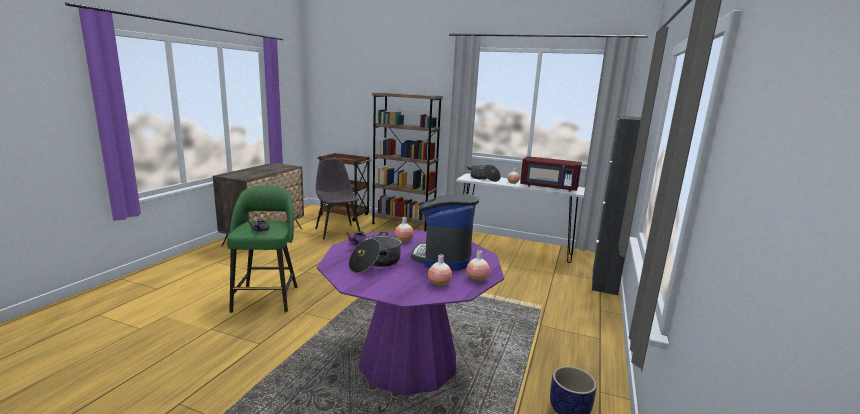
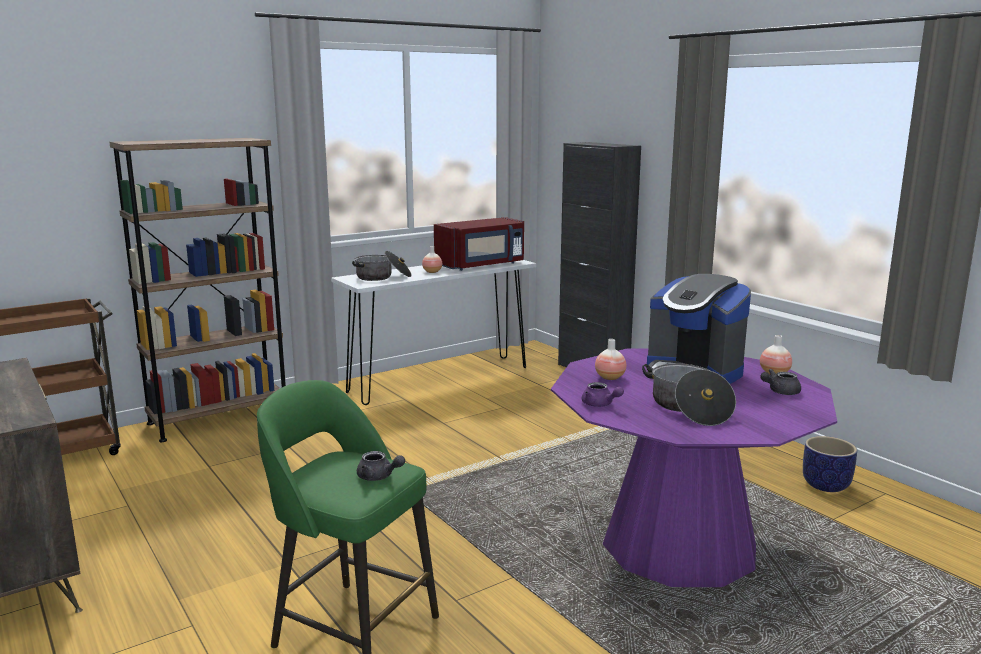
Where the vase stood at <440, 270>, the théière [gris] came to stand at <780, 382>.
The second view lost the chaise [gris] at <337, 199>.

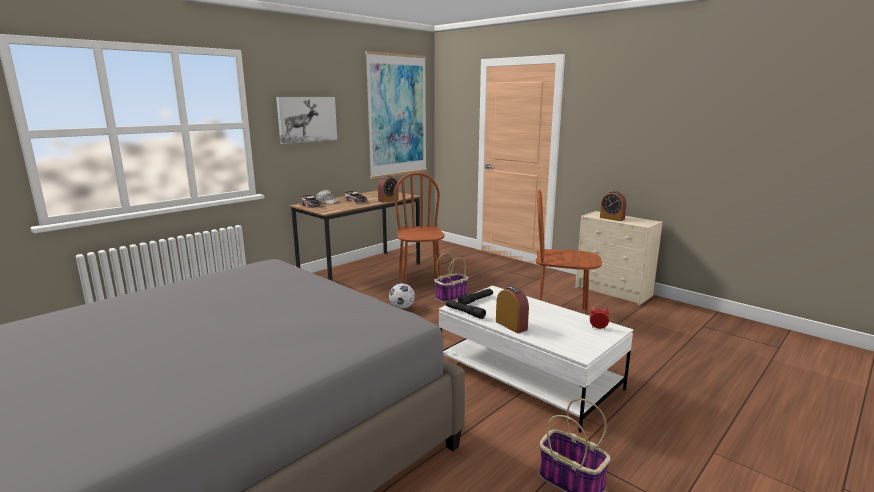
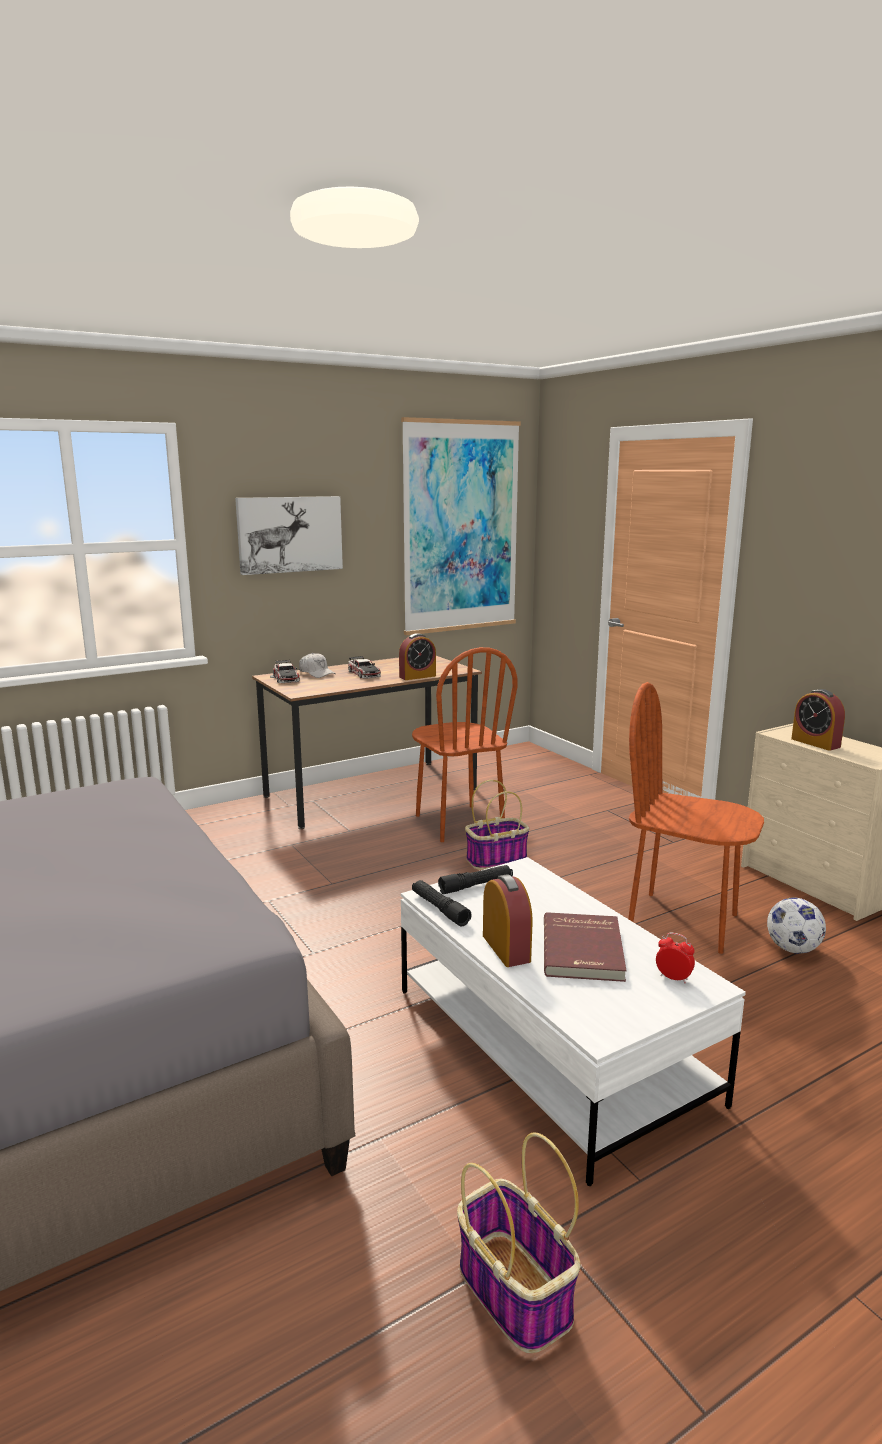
The chaise [marron] at <419, 228> ended up facing another way, 150 degrees clockwise from before.
The second view gained the livre [rouge] at <585, 947>.
The ballon de foot ended up elsewhere, having gone from <402, 296> to <796, 926>.

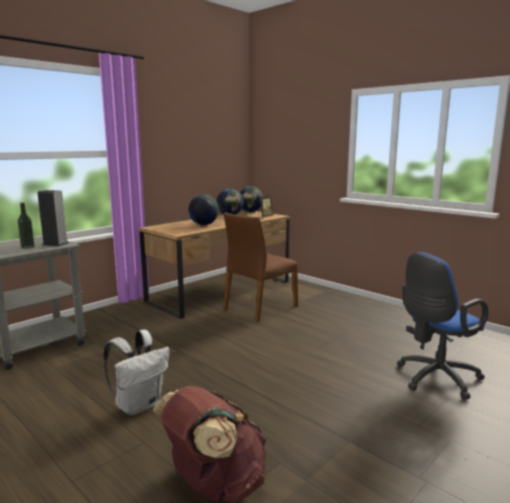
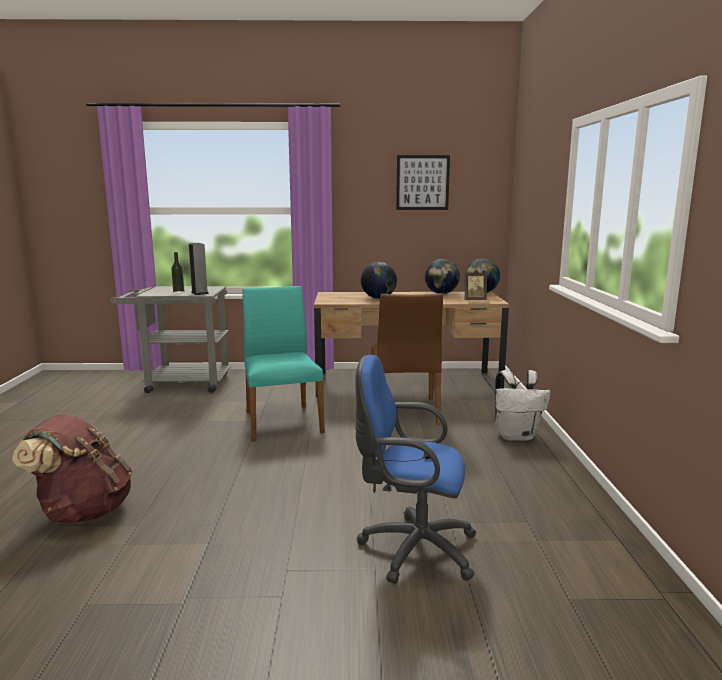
The second view gained the chaise [turquoise] at <283, 363>.
The chaise [marron] at <260, 267> ended up facing another way, 90 degrees counterclockwise from before.
The second view gained the tableau at <423, 182>.
The sac à dos [blanc] ended up elsewhere, having gone from <136, 373> to <523, 405>.

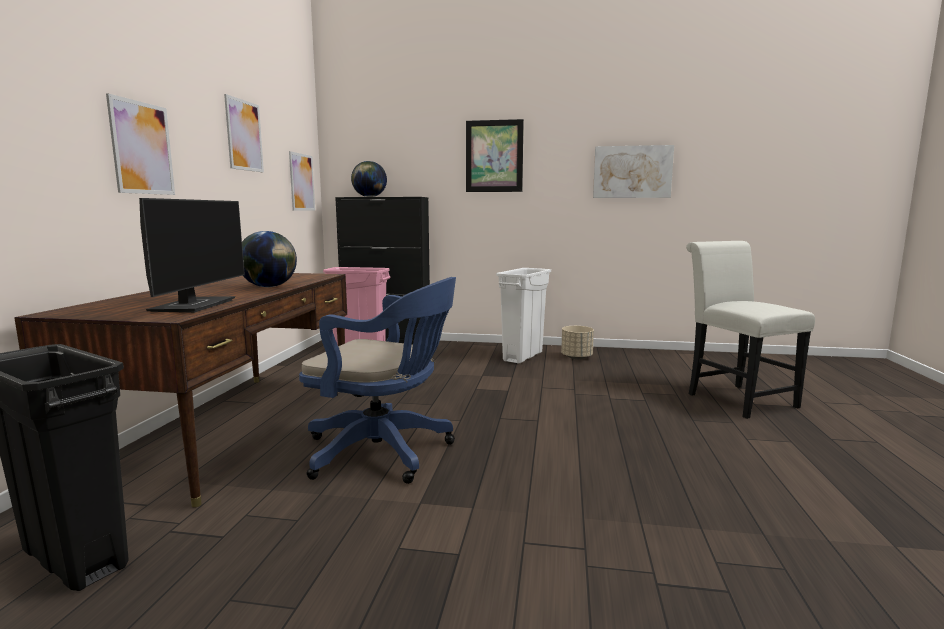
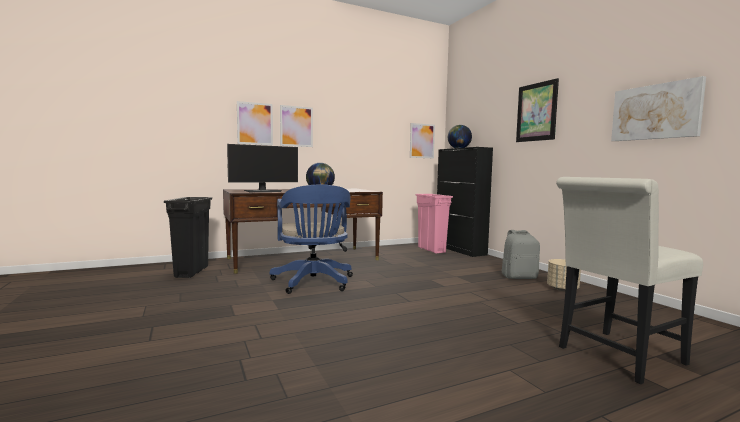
The tableau ended up elsewhere, having gone from <244, 133> to <255, 123>.
Where the poubelle [blanc] stood at <523, 316>, the sac à dos [gris] came to stand at <521, 254>.
The chaise [blanc] at <750, 330> ended up facing another way, 150 degrees counterclockwise from before.

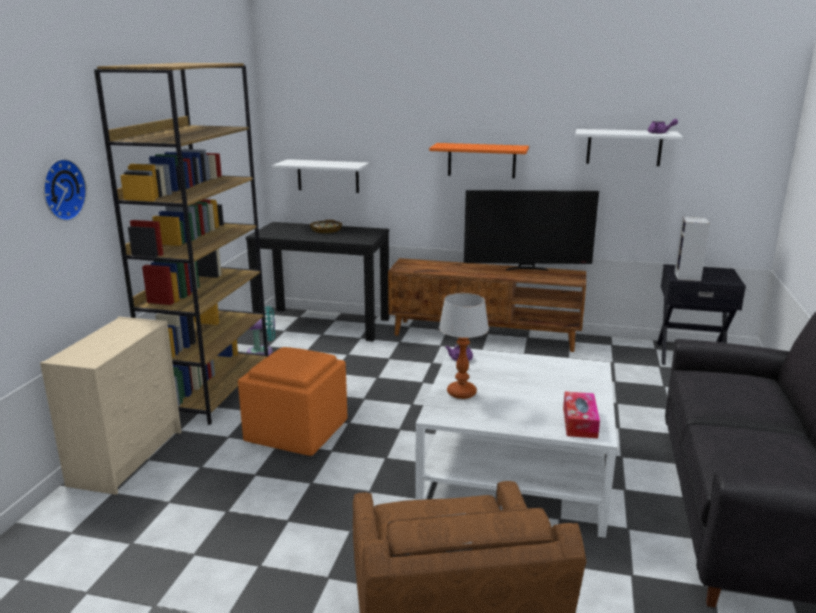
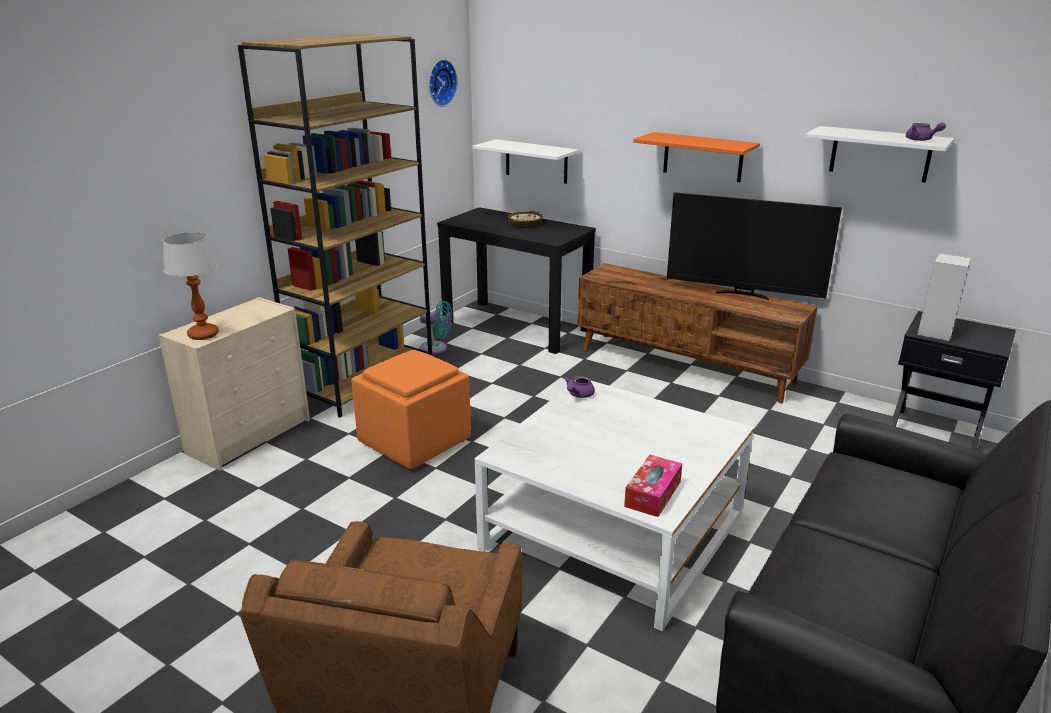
The lampe de table ended up elsewhere, having gone from <464, 346> to <191, 286>.
The horloge murale ended up elsewhere, having gone from <65, 190> to <443, 83>.

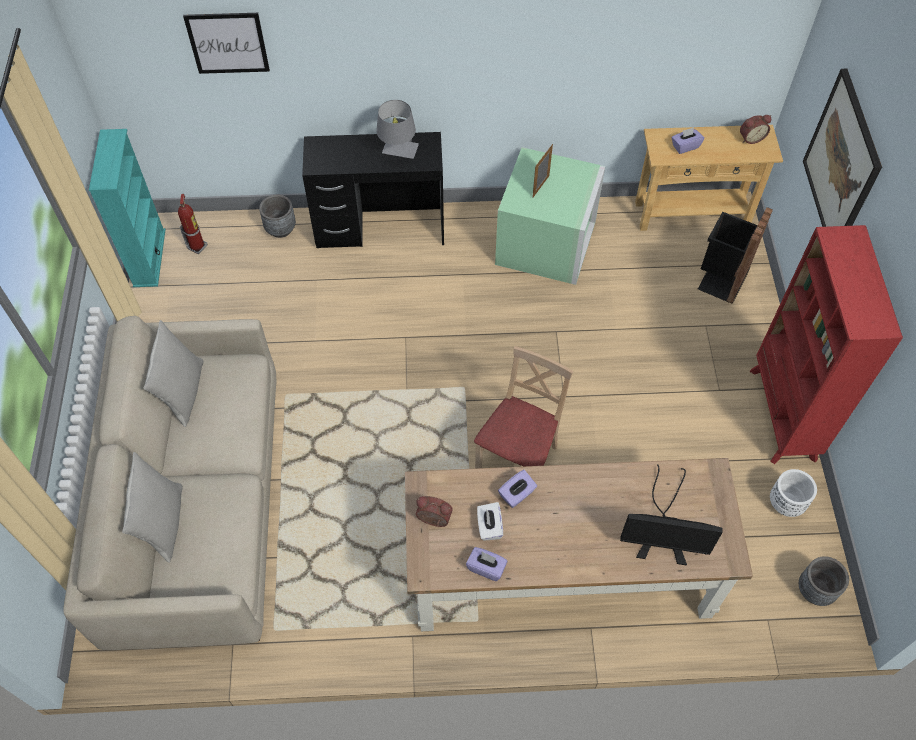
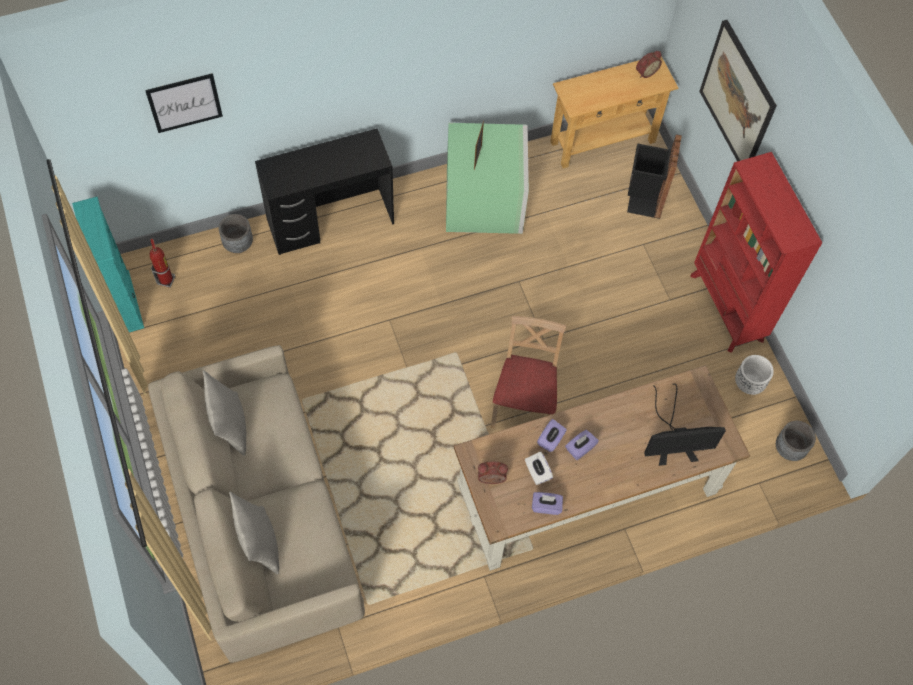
The boîte à mouchoirs [violet] ended up elsewhere, having gone from <688, 140> to <582, 445>.
The second view lost the lampe de table [gris] at <397, 129>.

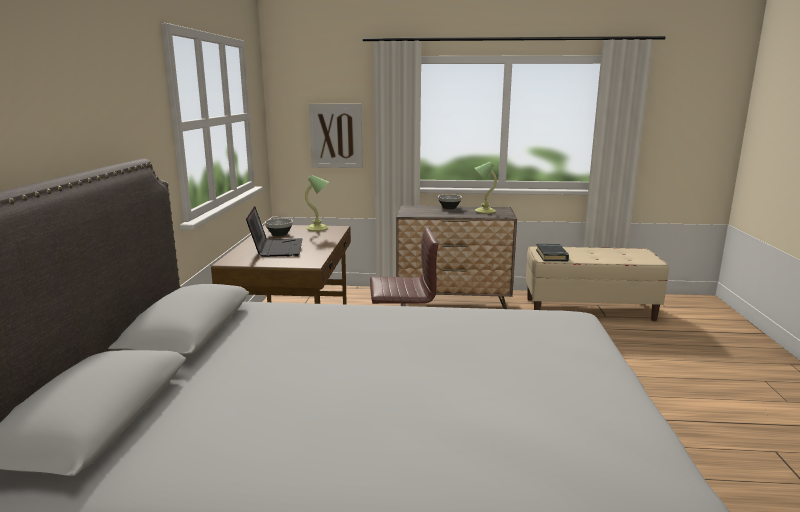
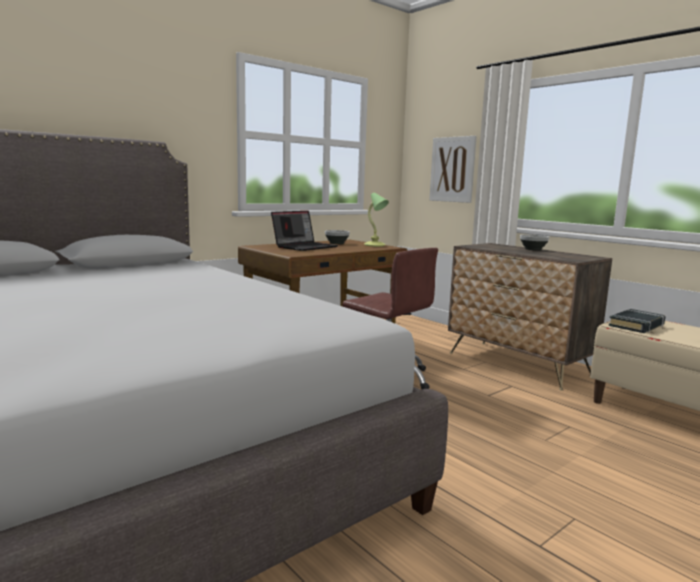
The second view lost the lampe de table at <486, 188>.

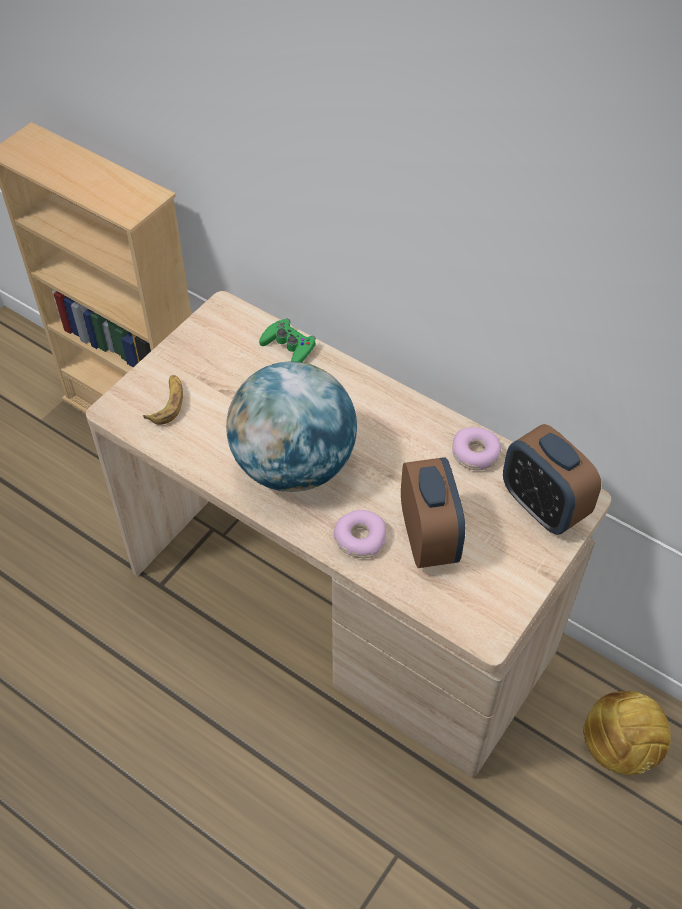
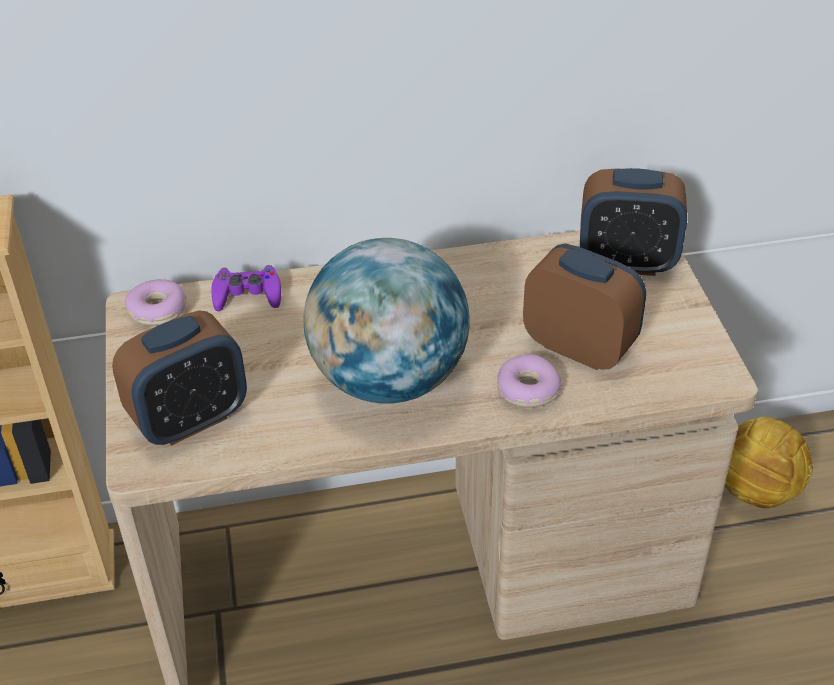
Where the banane stood at <163, 400>, the réveil came to stand at <179, 378>.
The beignet ended up elsewhere, having gone from <477, 448> to <156, 302>.
What was the manette [vert] at <287, 340> turned into the manette [violet] at <246, 288>.

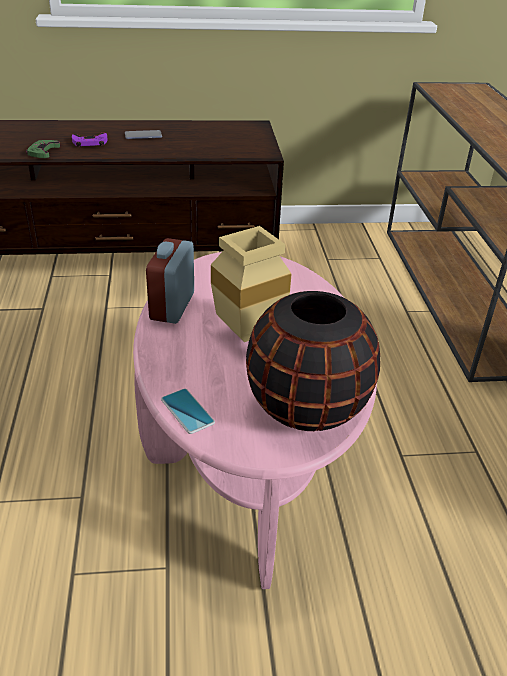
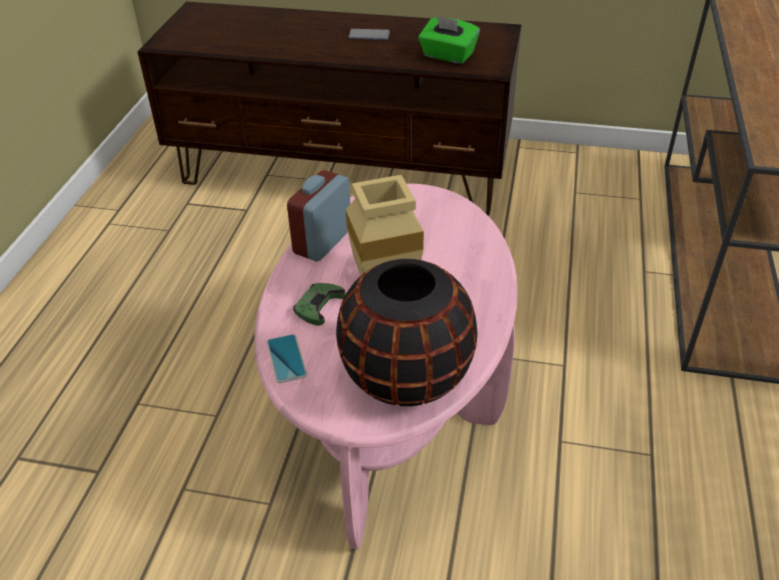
The manette [vert] ended up elsewhere, having gone from <43, 149> to <319, 304>.
The second view gained the boîte à mouchoirs [vert] at <449, 39>.
The second view lost the manette [violet] at <90, 140>.

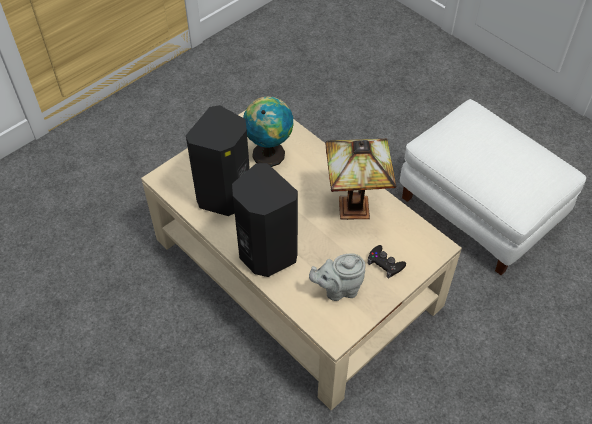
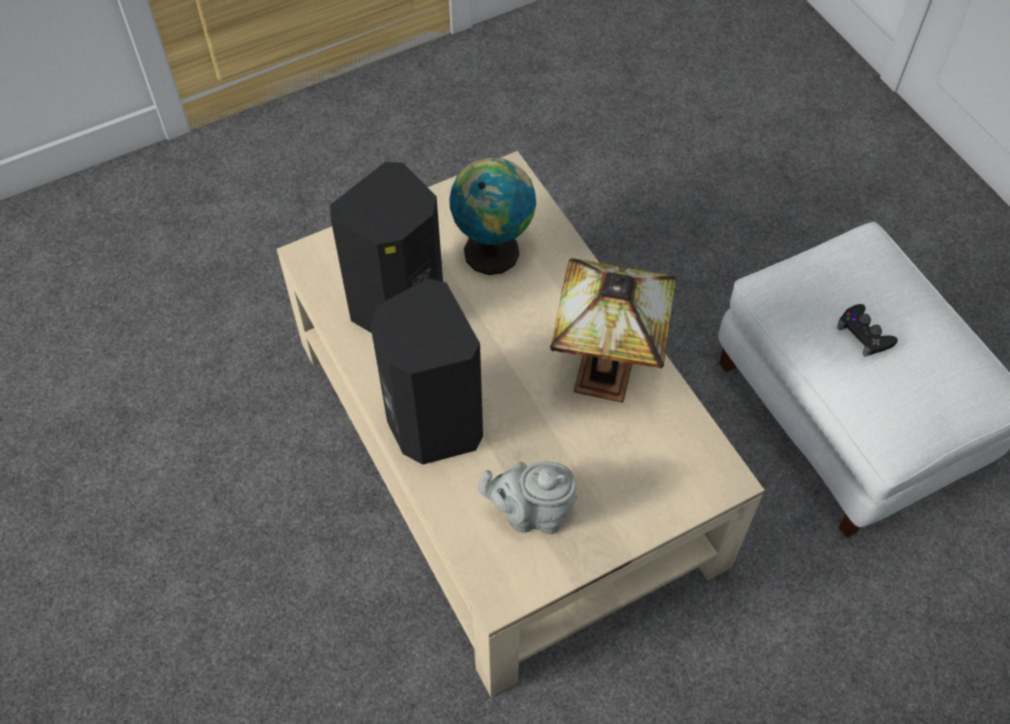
The manette [noir] ended up elsewhere, having gone from <387, 261> to <867, 330>.

